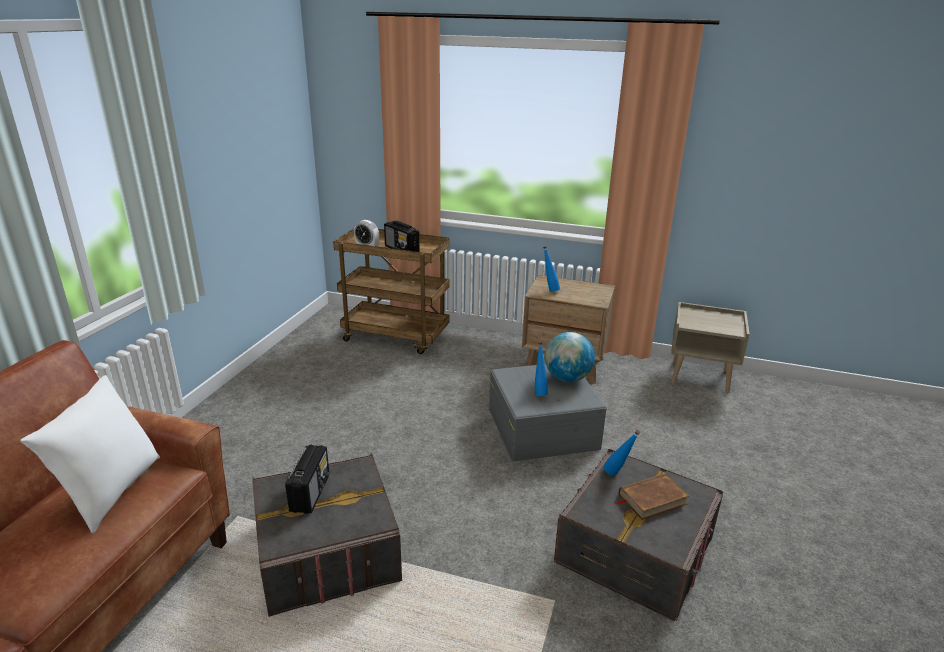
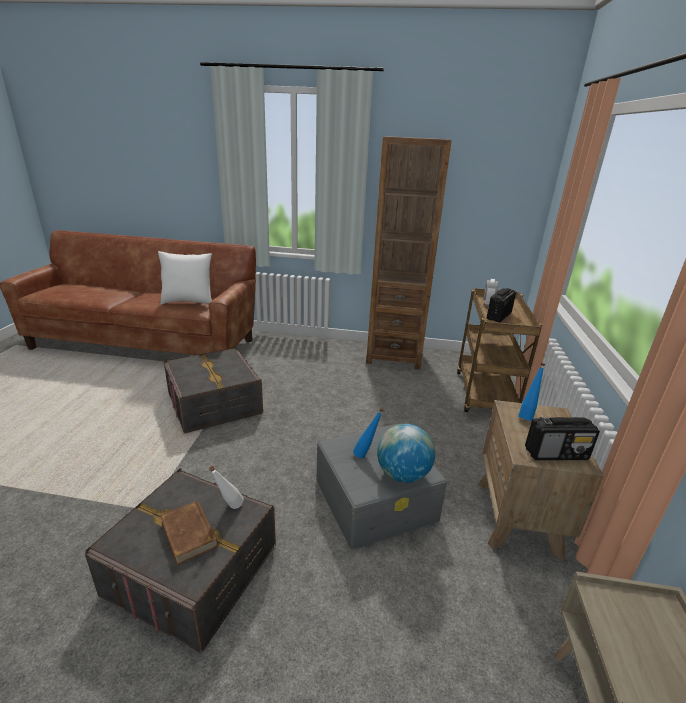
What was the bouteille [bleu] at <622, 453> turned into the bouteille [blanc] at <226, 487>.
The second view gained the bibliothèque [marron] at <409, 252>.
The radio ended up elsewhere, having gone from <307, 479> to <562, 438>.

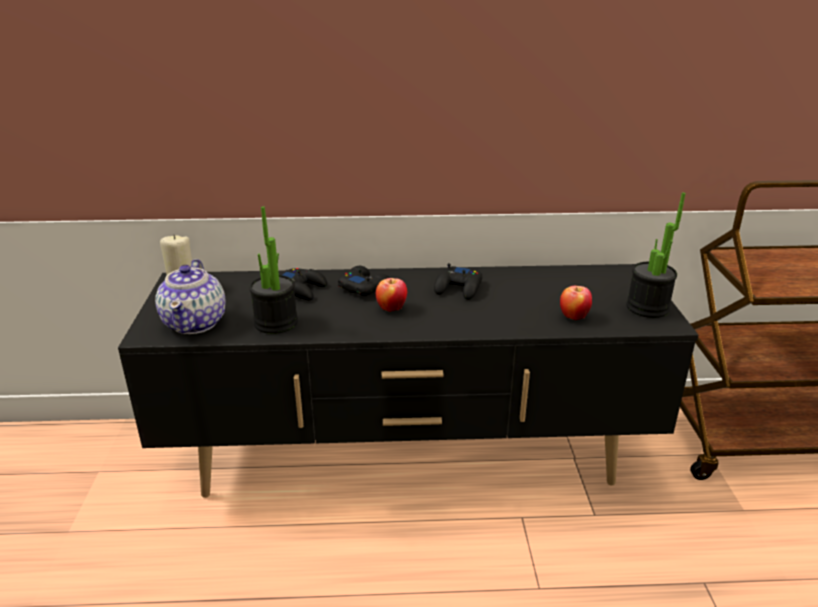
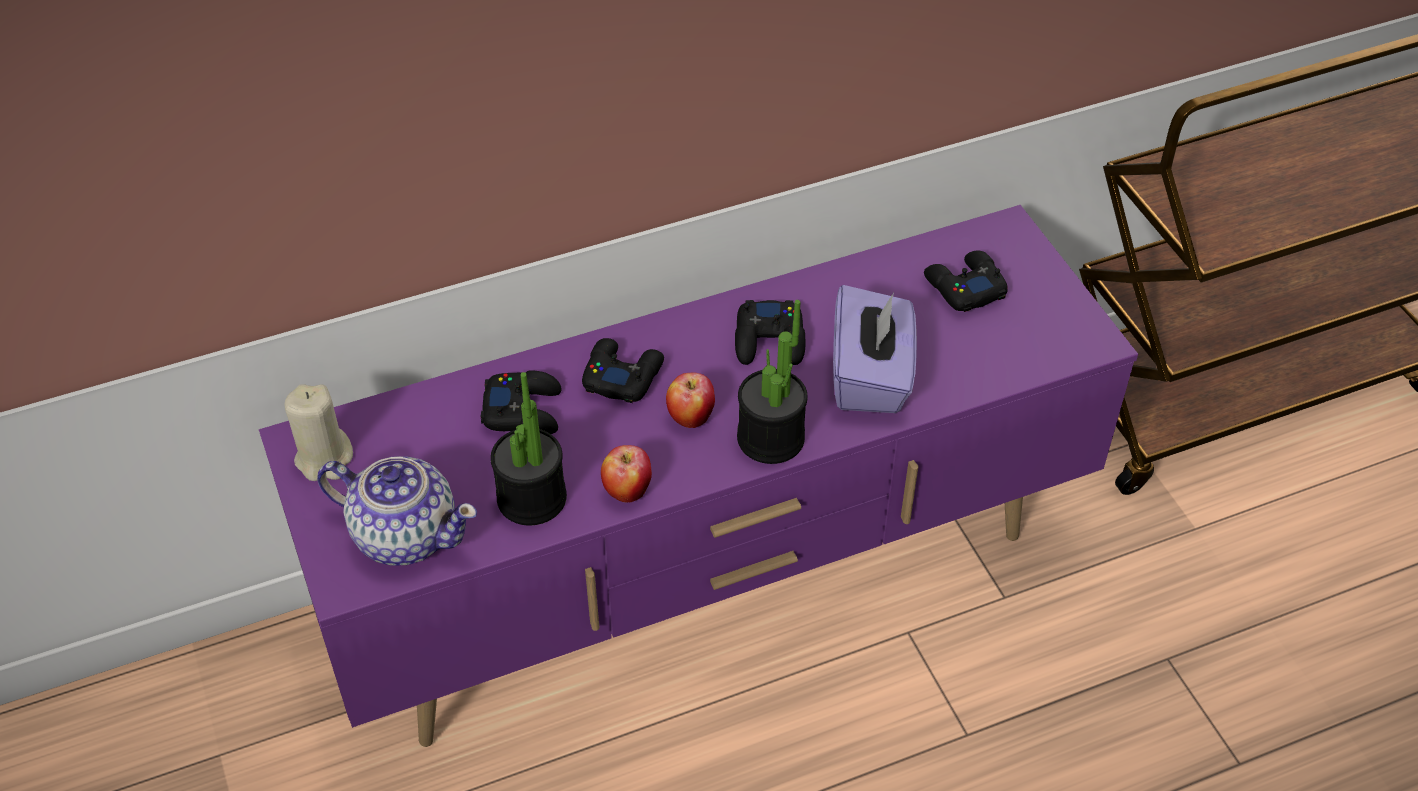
What was the meuble télé [noir] at <408, 381> turned into the meuble télé [violet] at <698, 476>.
The théière at <190, 296> ended up facing another way, 45 degrees counterclockwise from before.
The pomme ended up elsewhere, having gone from <576, 303> to <626, 473>.
The plante en pot ended up elsewhere, having gone from <656, 255> to <772, 382>.
The second view gained the boîte à mouchoirs [violet] at <875, 349>.
The second view gained the manette [noir] at <966, 281>.

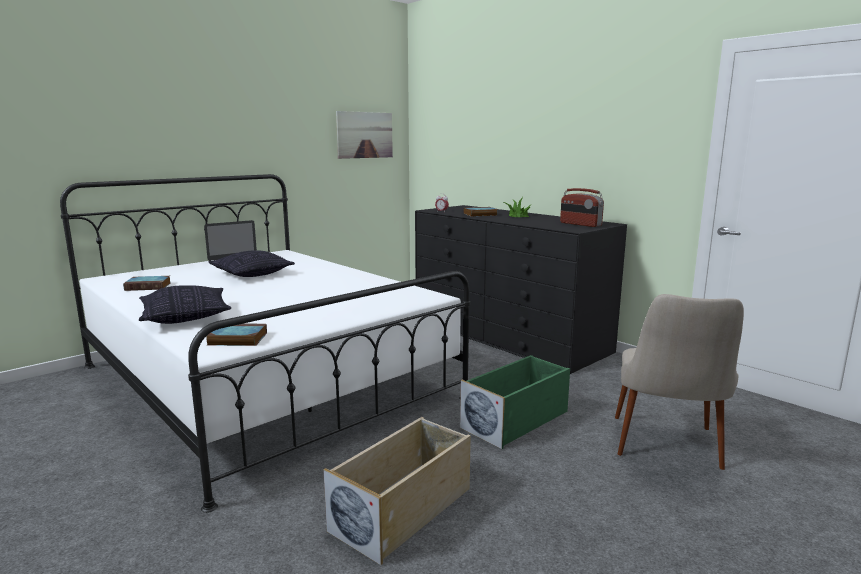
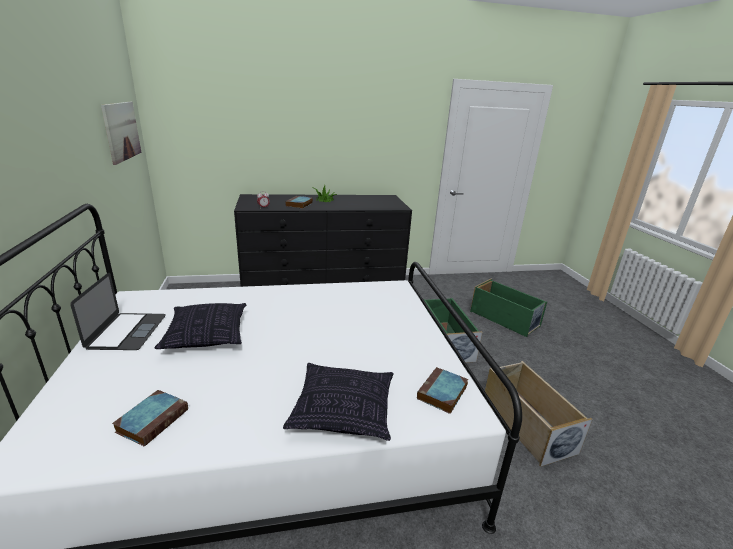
Where the chaise [beige] stood at <679, 382>, the boîte de rangement [vert] came to stand at <508, 308>.
The second view lost the radio at <582, 207>.

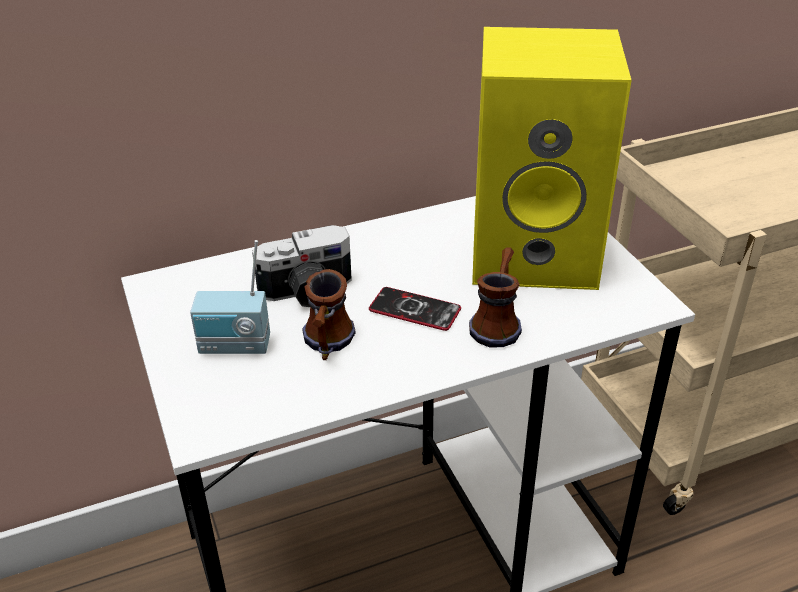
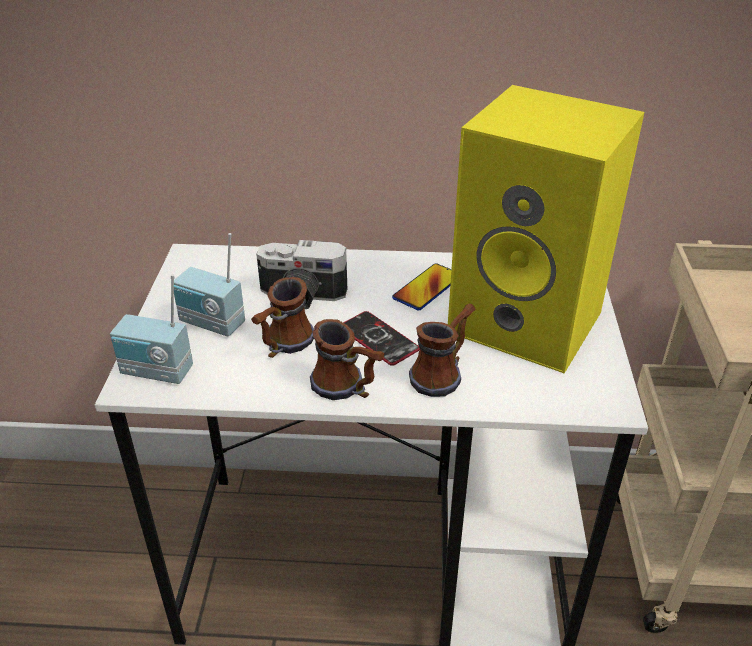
The second view gained the radio at <151, 329>.
The second view gained the mug at <347, 359>.
The second view gained the téléphone at <421, 286>.

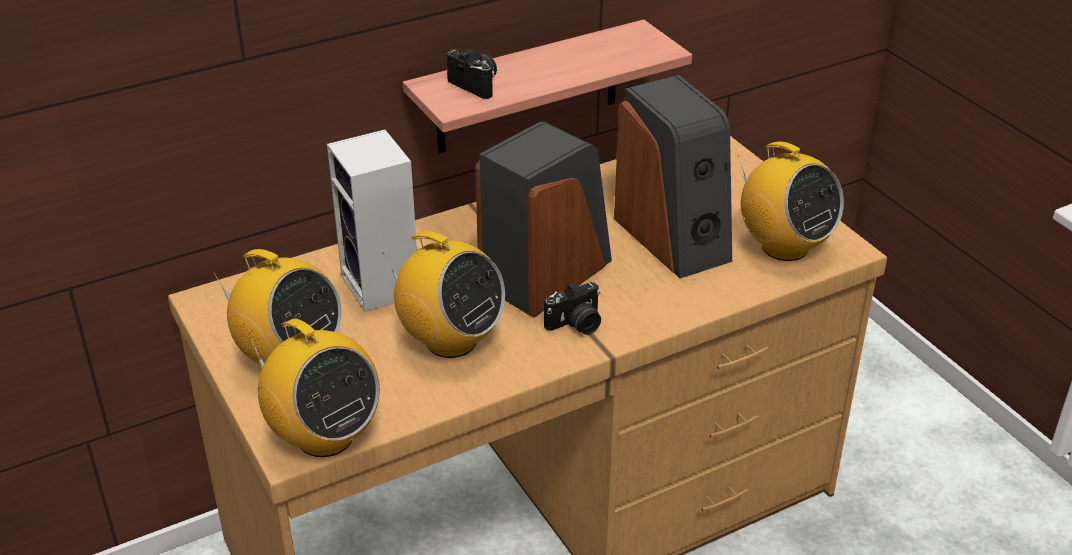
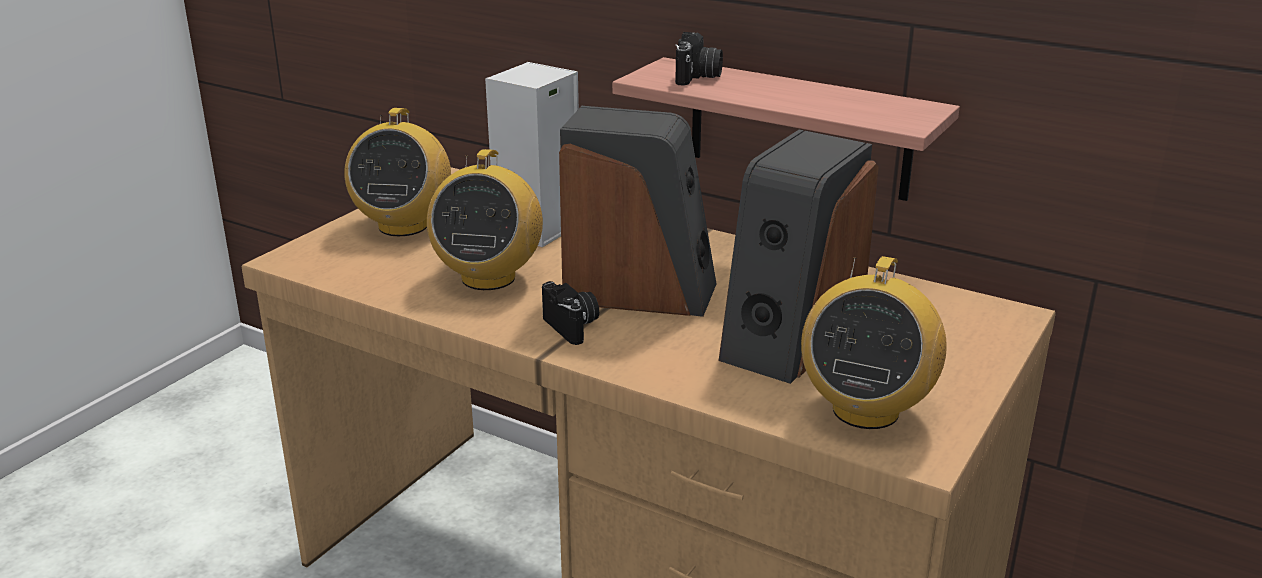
The appareil photo at <572, 308> ended up facing another way, 150 degrees counterclockwise from before.
The second view lost the radio at <315, 388>.

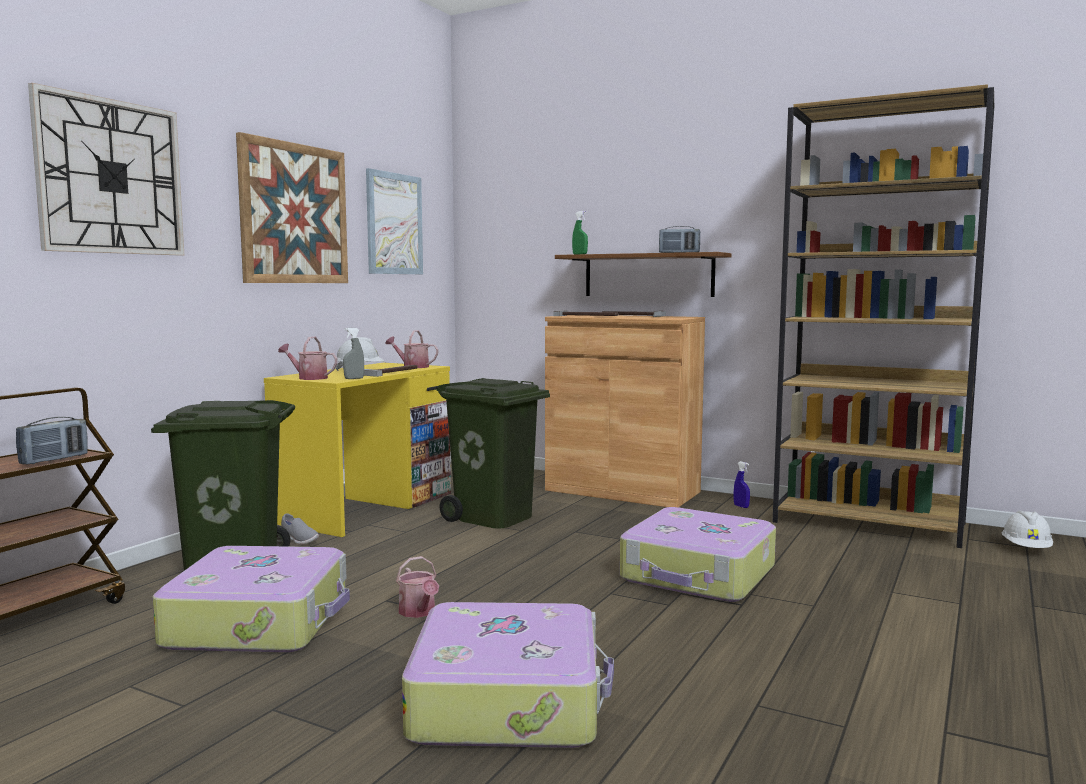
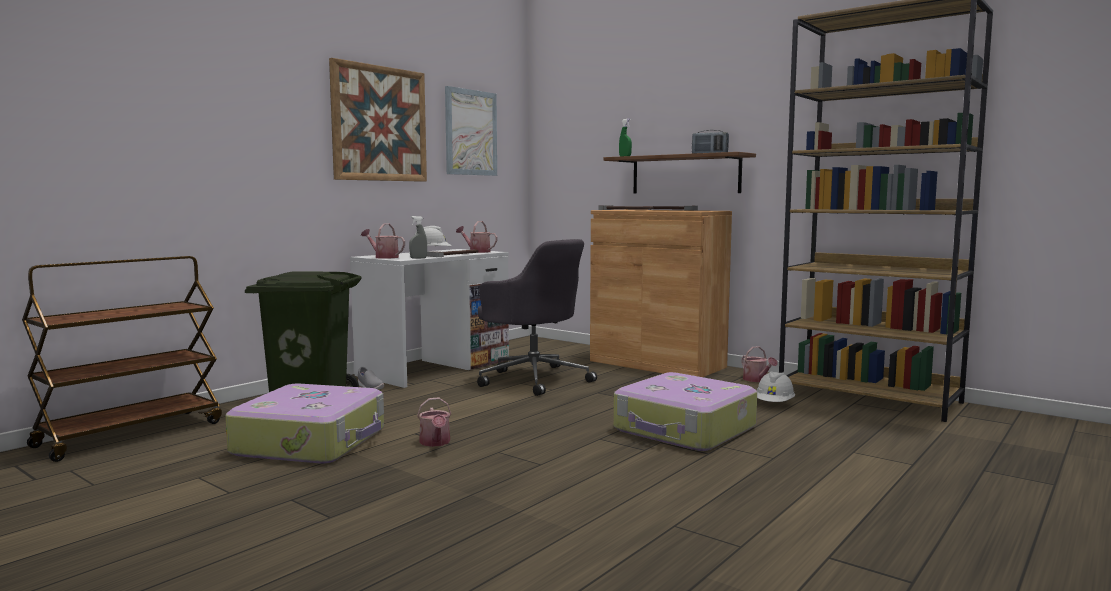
What was the bureau [jaune] at <357, 450> turned into the bureau [blanc] at <429, 318>.
Where the poubelle [vert] stood at <493, 453>, the chaise de bureau [gris] came to stand at <537, 317>.
Where the vaporisateur [bleu] stood at <742, 484>, the arrosoir came to stand at <759, 364>.
The casque de chantier [blanc] ended up elsewhere, having gone from <1027, 529> to <776, 386>.
The second view lost the radio at <52, 440>.
The second view lost the horloge murale at <106, 169>.
The second view lost the valise at <508, 675>.

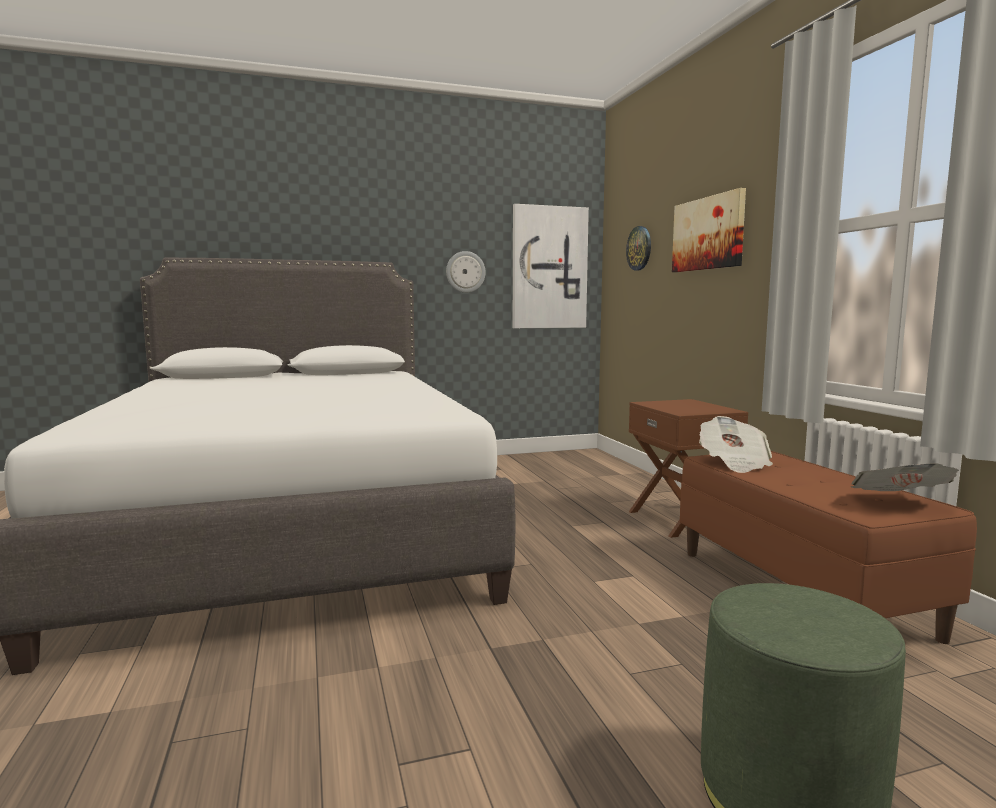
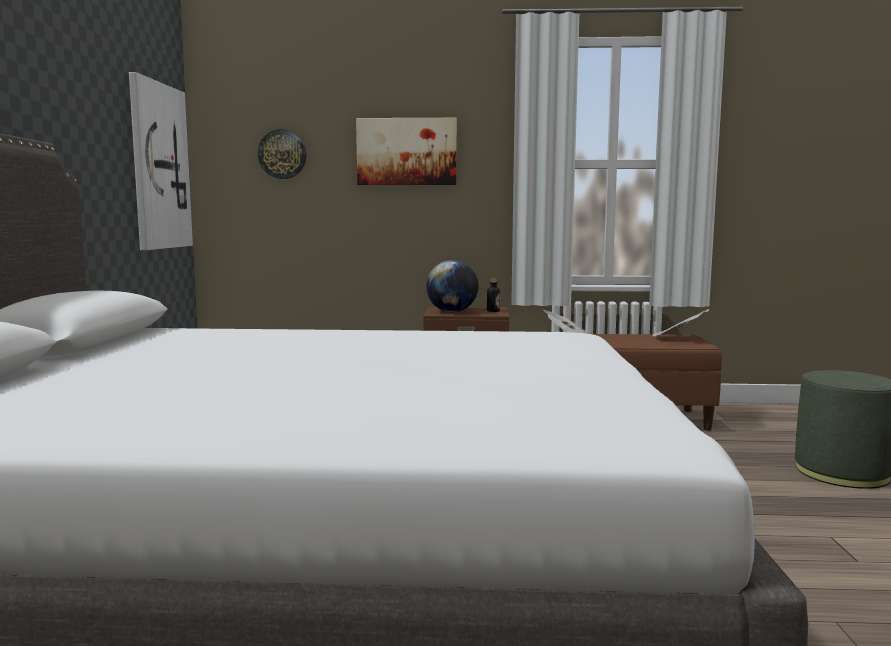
The second view gained the globe at <452, 286>.
The second view gained the bouteille at <493, 294>.
The second view lost the horloge murale at <466, 272>.

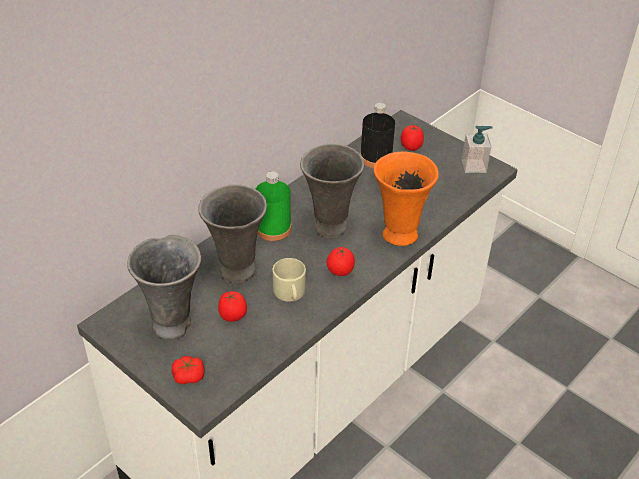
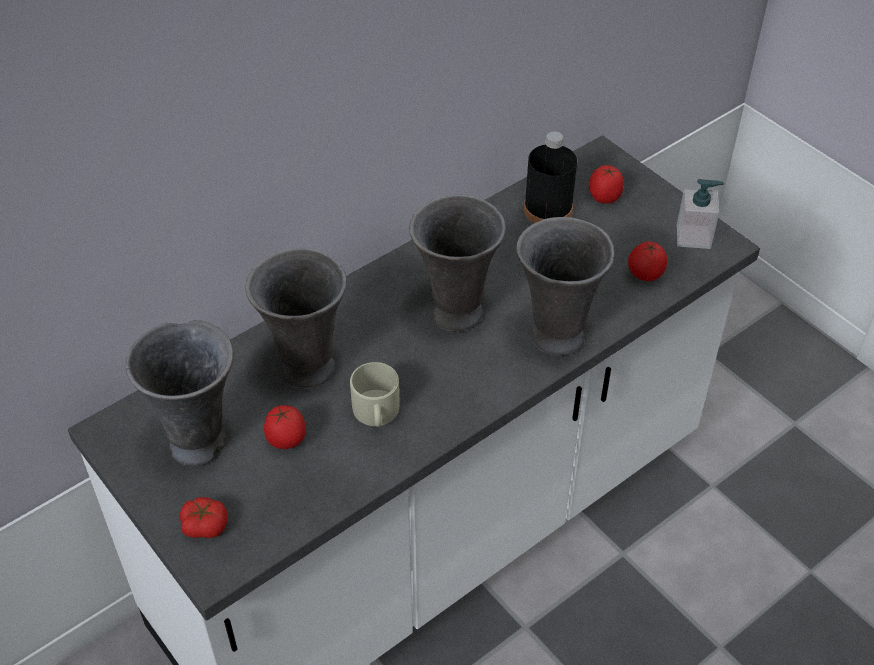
What was the vase [orange] at <406, 199> turned into the vase [gris] at <565, 286>.
The tomate ended up elsewhere, having gone from <341, 261> to <647, 261>.
The second view lost the bouteille [vert] at <273, 206>.

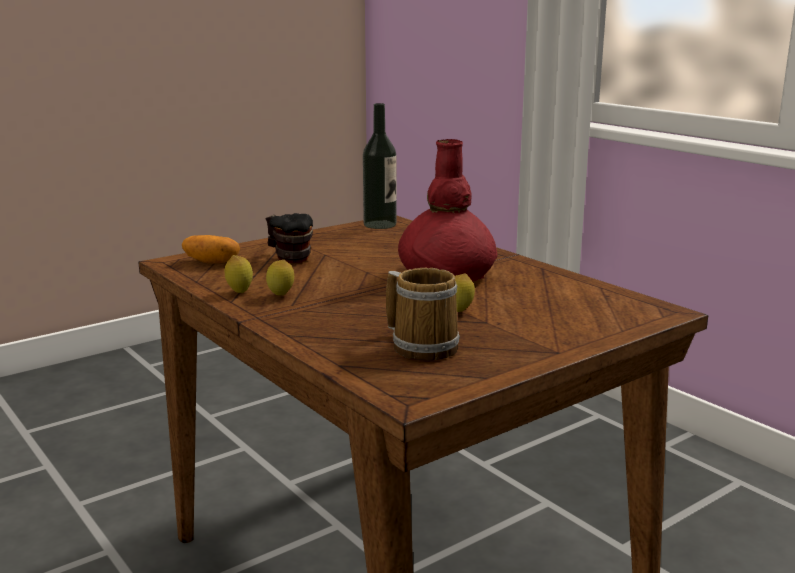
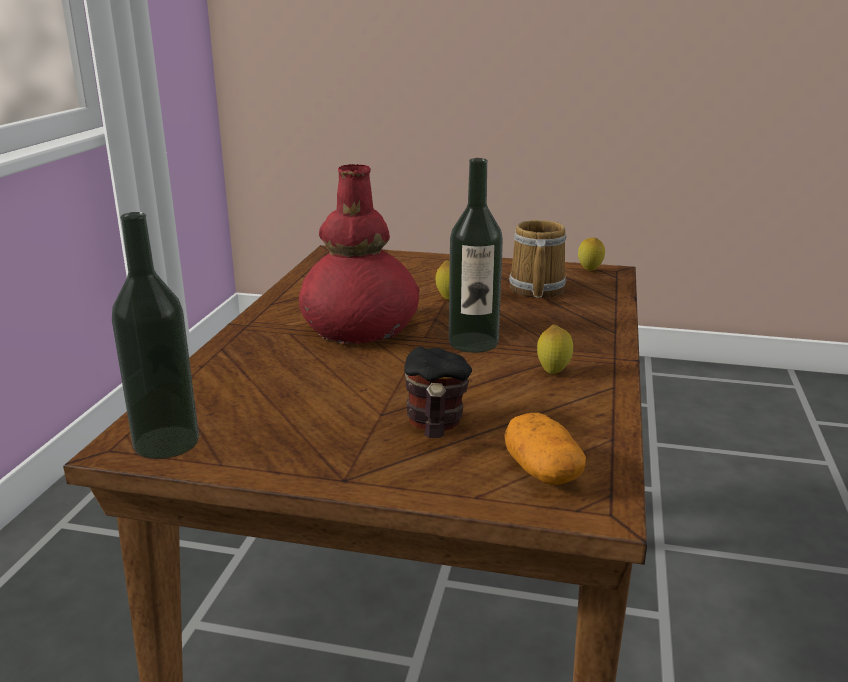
The second view gained the bouteille at <476, 255>.
The citron ended up elsewhere, having gone from <238, 274> to <591, 254>.

